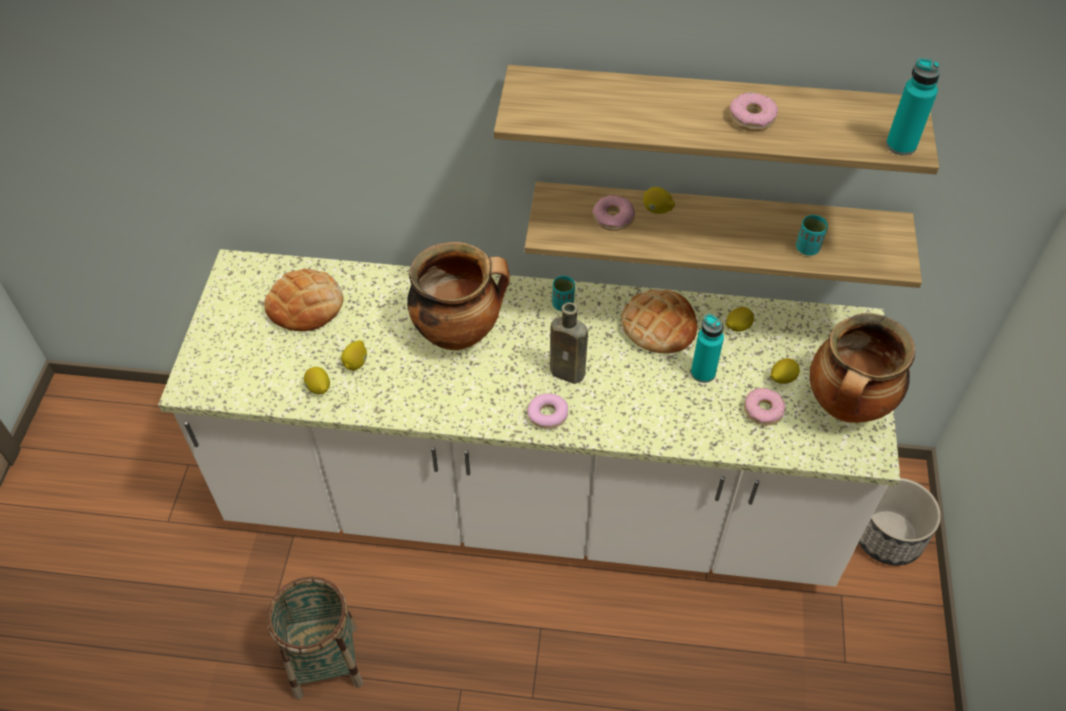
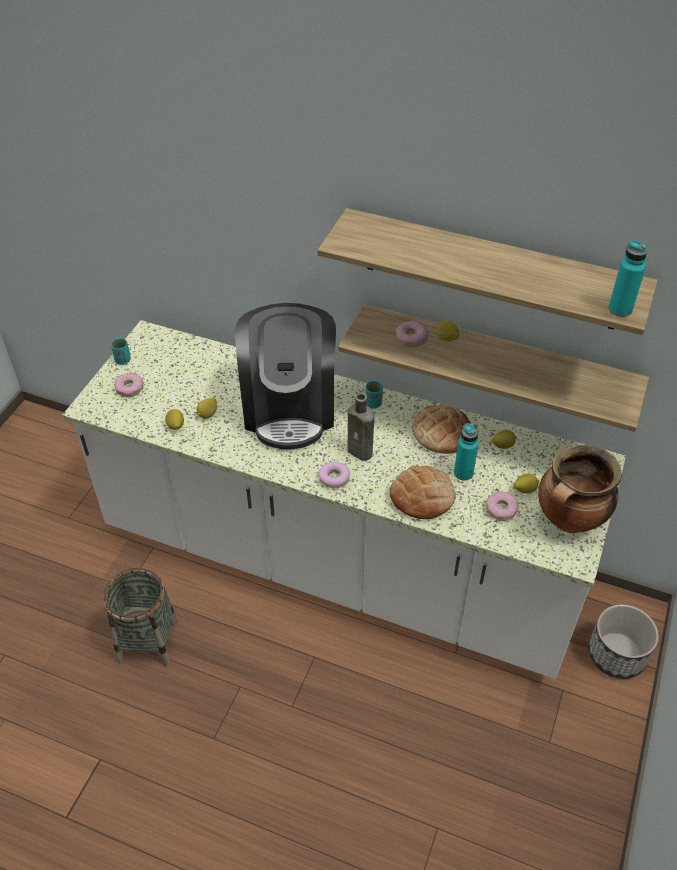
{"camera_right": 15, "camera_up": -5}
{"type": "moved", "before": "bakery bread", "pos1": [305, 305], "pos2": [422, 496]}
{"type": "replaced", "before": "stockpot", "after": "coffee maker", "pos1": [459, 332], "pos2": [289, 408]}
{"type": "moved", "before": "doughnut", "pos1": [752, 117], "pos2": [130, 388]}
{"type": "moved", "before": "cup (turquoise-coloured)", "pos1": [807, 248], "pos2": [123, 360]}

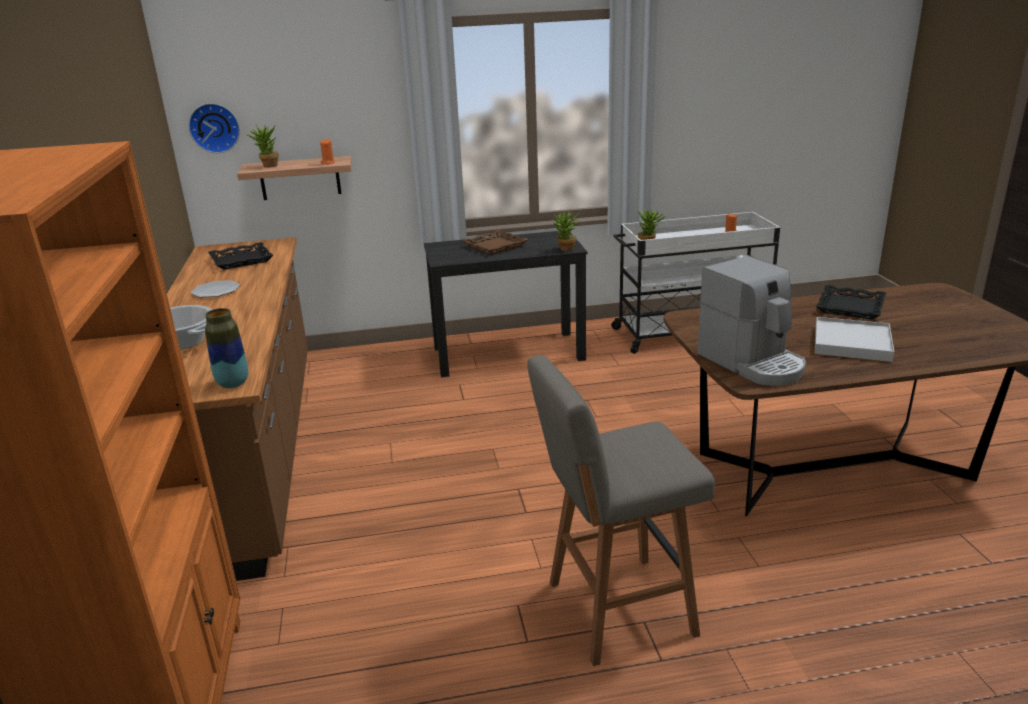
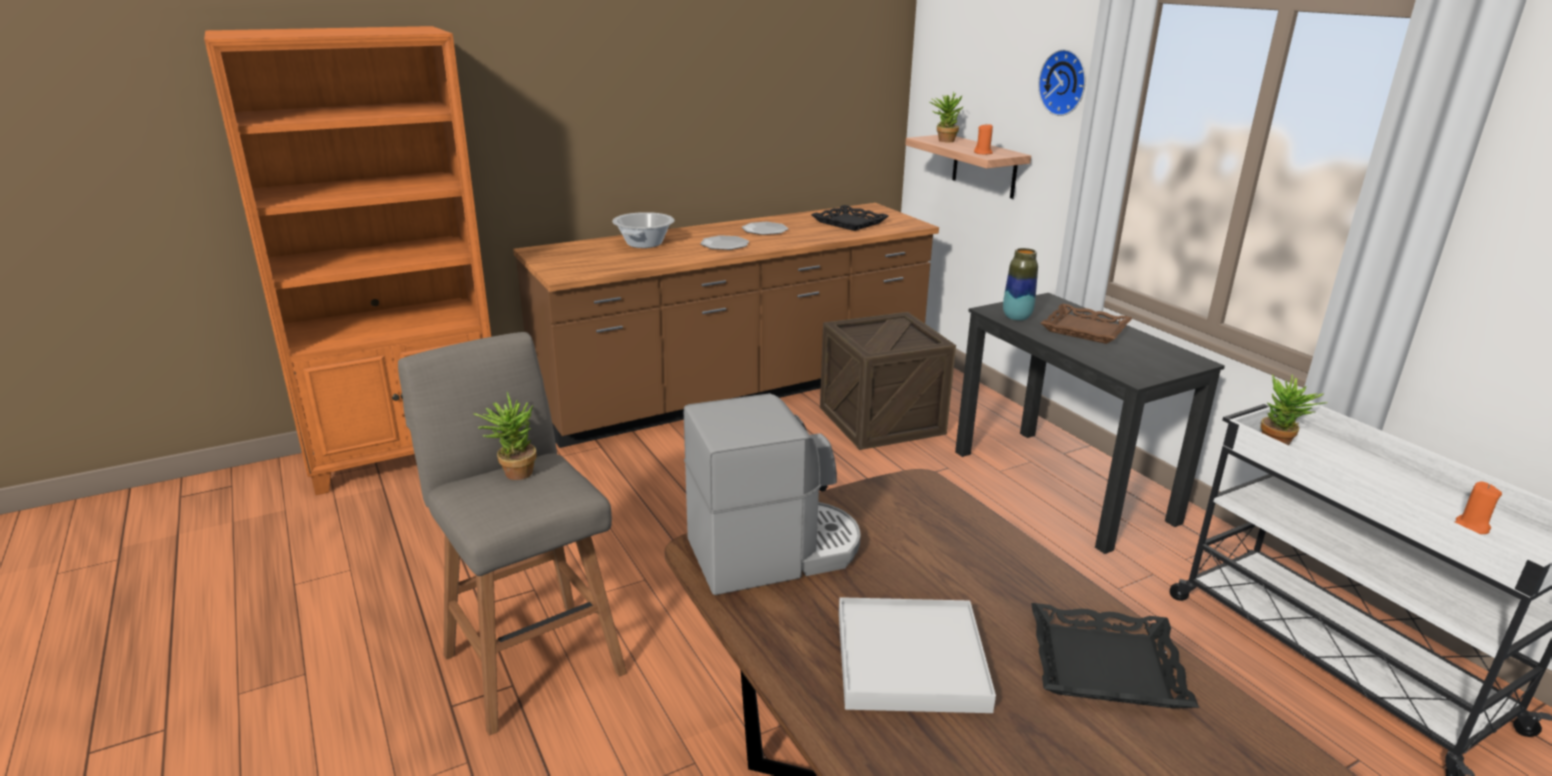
{"camera_right": 70, "camera_up": 0}
{"type": "moved", "before": "hanging clock", "pos1": [215, 127], "pos2": [1065, 82]}
{"type": "moved", "before": "flower vase", "pos1": [233, 383], "pos2": [1016, 317]}
{"type": "moved", "before": "houseplant", "pos1": [565, 250], "pos2": [513, 473]}
{"type": "turned", "before": "coffee maker", "pos1": [752, 363], "pos2": [774, 551], "turn": -150}
{"type": "added", "after": "plate", "pos2": [724, 244]}
{"type": "added", "after": "crate", "pos2": [881, 420]}

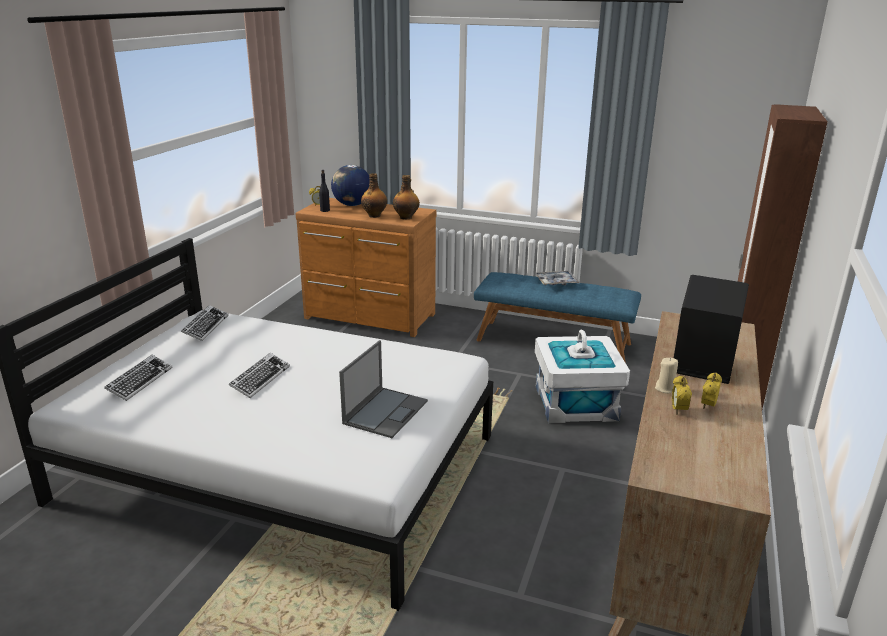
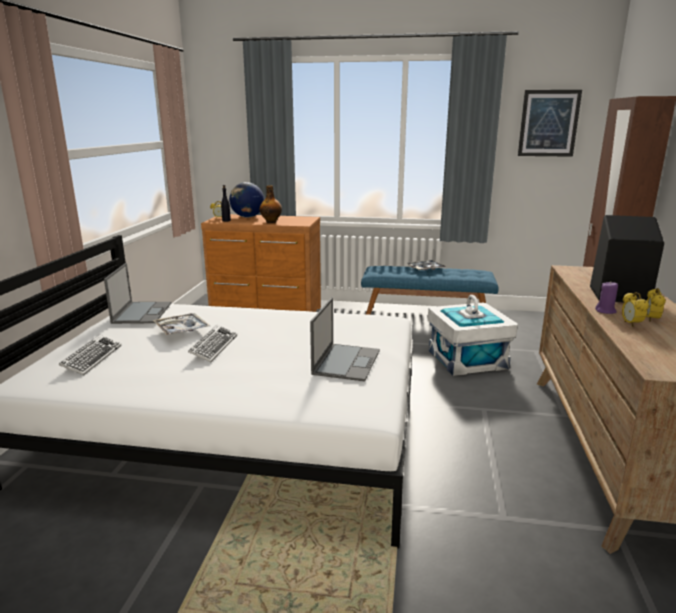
{"camera_right": -10, "camera_up": -5}
{"type": "replaced", "before": "computer keyboard", "after": "portable computer", "pos1": [205, 326], "pos2": [142, 312]}
{"type": "removed", "before": "bottle", "pos1": [406, 217]}
{"type": "recoloured", "before": "wax candle (beige-coloured)", "after": "wax candle (purplish)", "pos1": [666, 389], "pos2": [605, 311]}
{"type": "added", "after": "tray", "pos2": [182, 329]}
{"type": "added", "after": "picture", "pos2": [548, 123]}

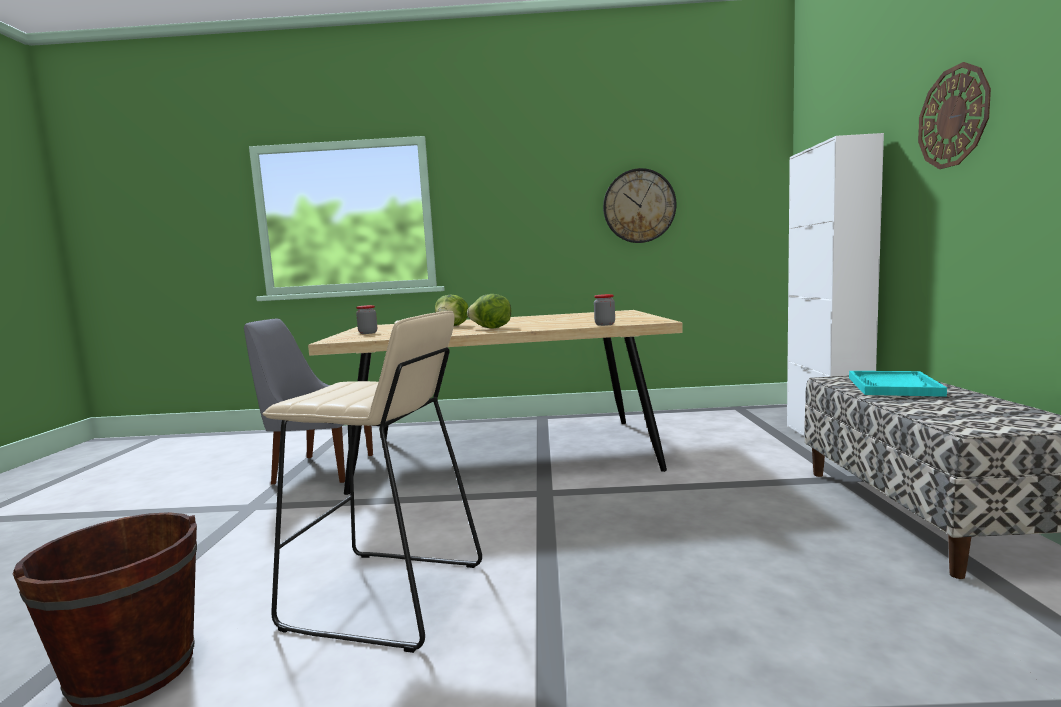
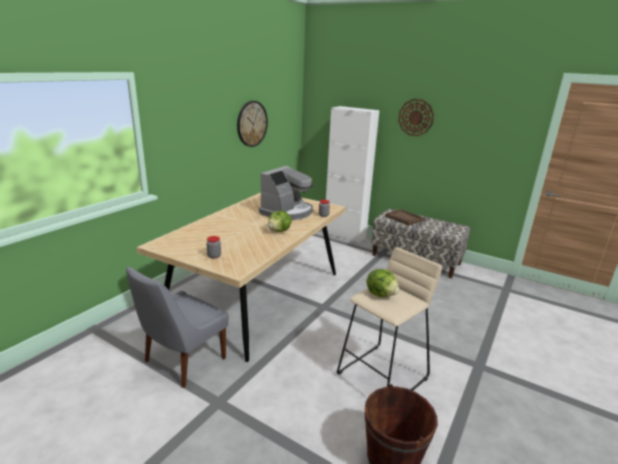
{"camera_right": -60, "camera_up": 15}
{"type": "moved", "before": "lettuce", "pos1": [452, 326], "pos2": [381, 294]}
{"type": "recoloured", "before": "tray (turquoise-coloured)", "after": "tray (brown-coloured)", "pos1": [893, 386], "pos2": [404, 218]}
{"type": "added", "after": "coffee maker", "pos2": [287, 212]}

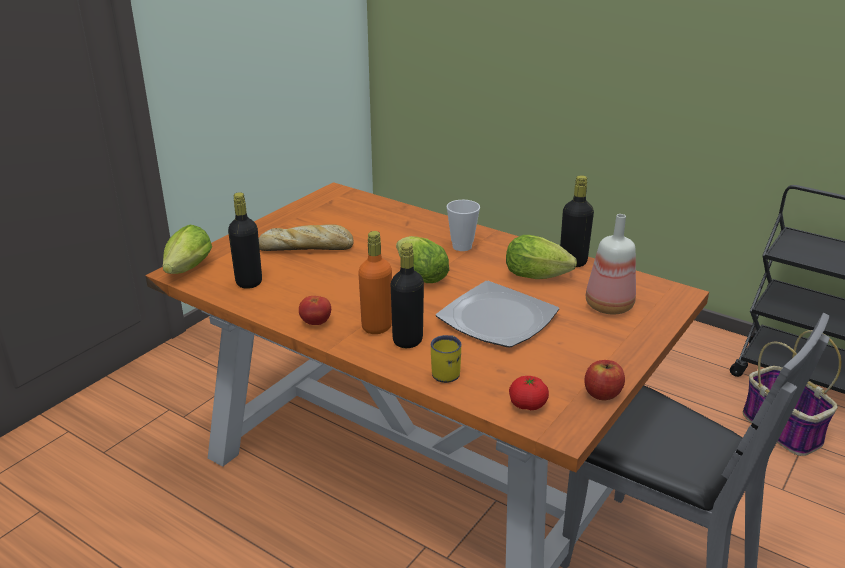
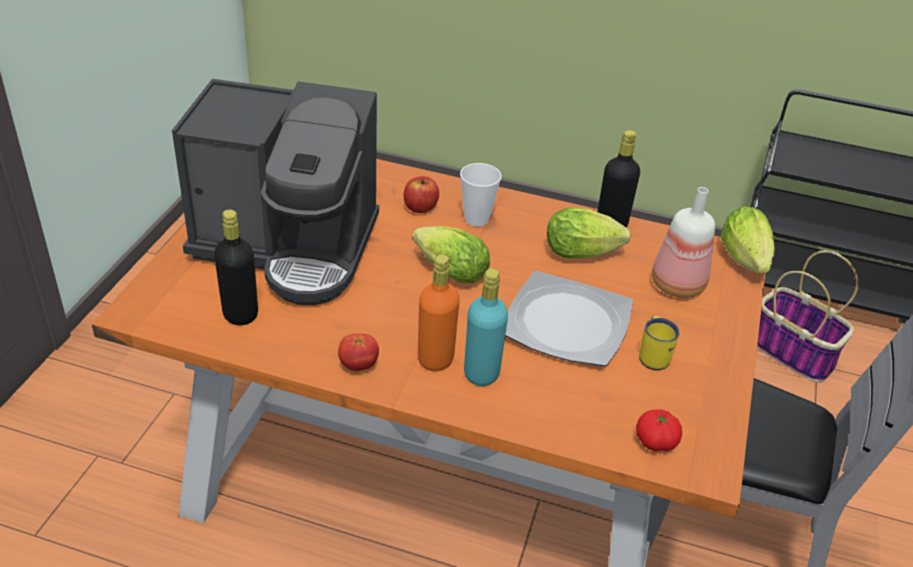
{"camera_right": -20, "camera_up": 10}
{"type": "moved", "before": "lettuce", "pos1": [186, 271], "pos2": [745, 262]}
{"type": "replaced", "before": "bakery bread", "after": "coffee maker", "pos1": [308, 247], "pos2": [289, 246]}
{"type": "recoloured", "before": "bottle (black)", "after": "bottle (turquoise-coloured)", "pos1": [407, 340], "pos2": [481, 373]}
{"type": "moved", "before": "tea mug (yellowish)", "pos1": [447, 371], "pos2": [653, 355]}
{"type": "moved", "before": "apple", "pos1": [602, 394], "pos2": [420, 207]}

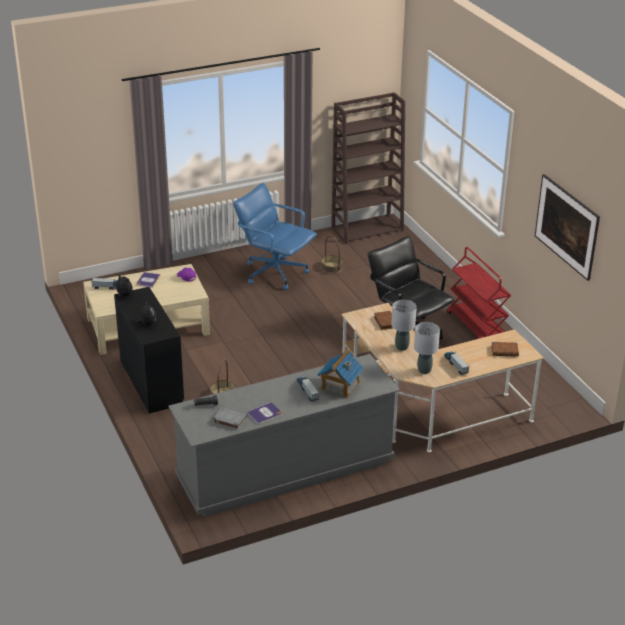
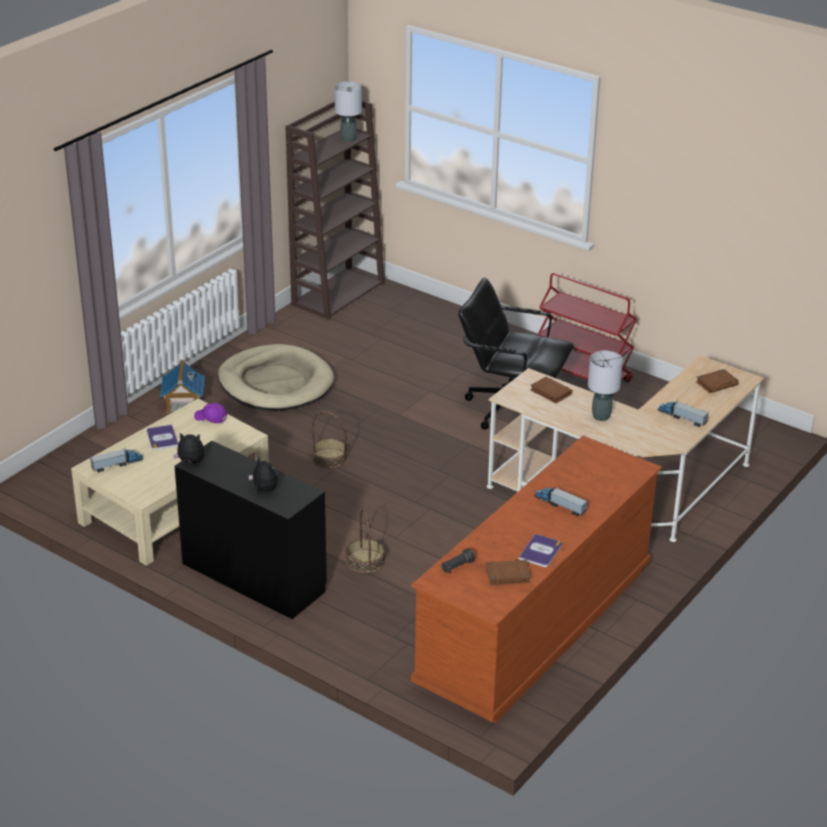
{"camera_right": -30, "camera_up": 0}
{"type": "recoloured", "before": "dresser (grey)", "after": "dresser (brown-coloured)", "pos1": [285, 470], "pos2": [534, 626]}
{"type": "recoloured", "before": "book (grey)", "after": "book (brown-coloured)", "pos1": [229, 420], "pos2": [507, 575]}
{"type": "replaced", "before": "office chair (bluish)", "after": "dog bed (beige-coloured)", "pos1": [275, 273], "pos2": [275, 383]}
{"type": "moved", "before": "miniature house", "pos1": [340, 386], "pos2": [183, 404]}
{"type": "moved", "before": "basket", "pos1": [332, 267], "pos2": [329, 458]}
{"type": "moved", "before": "tabletop lamp (grey)", "pos1": [424, 370], "pos2": [348, 139]}
{"type": "removed", "before": "picture", "pos1": [564, 242]}

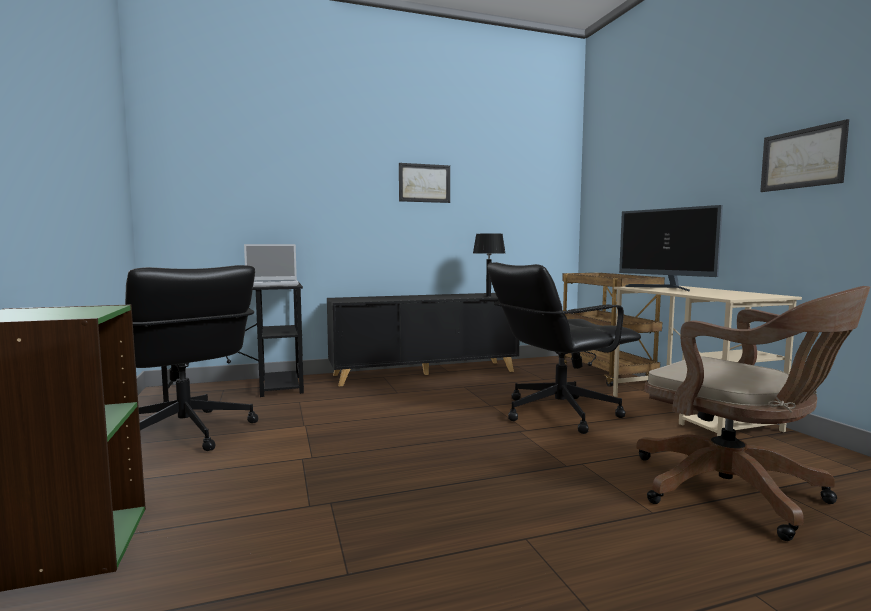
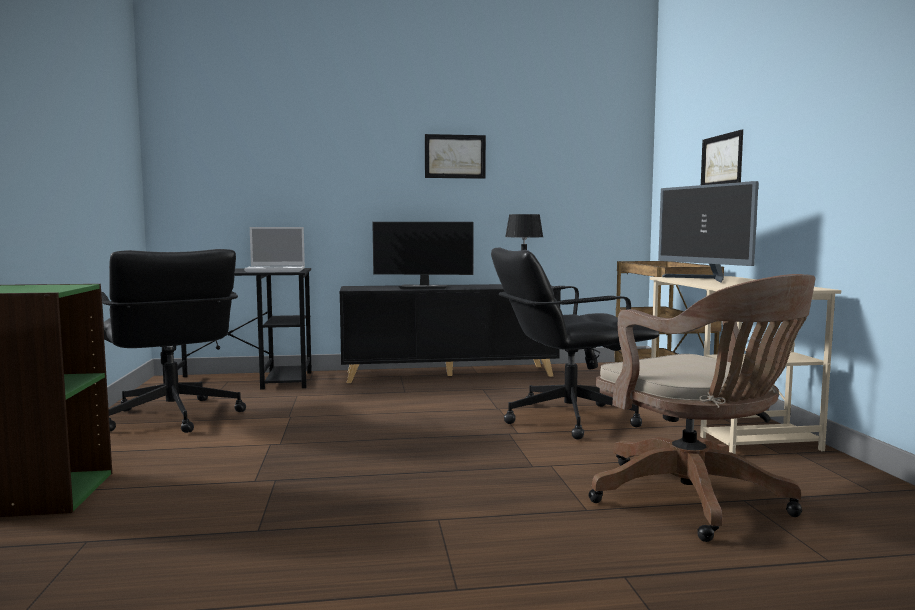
{"camera_right": 10, "camera_up": 0}
{"type": "moved", "before": "picture", "pos1": [802, 158], "pos2": [721, 160]}
{"type": "added", "after": "monitor", "pos2": [425, 287]}

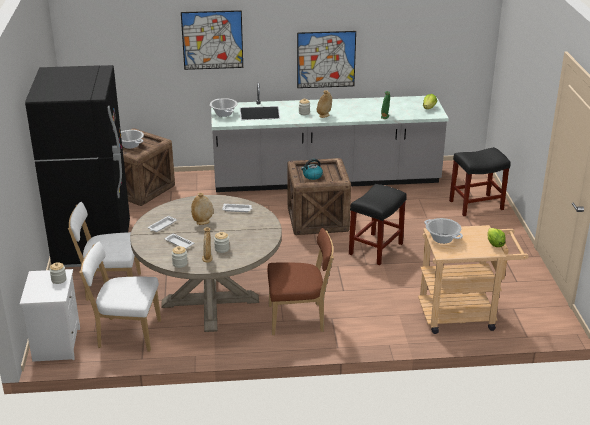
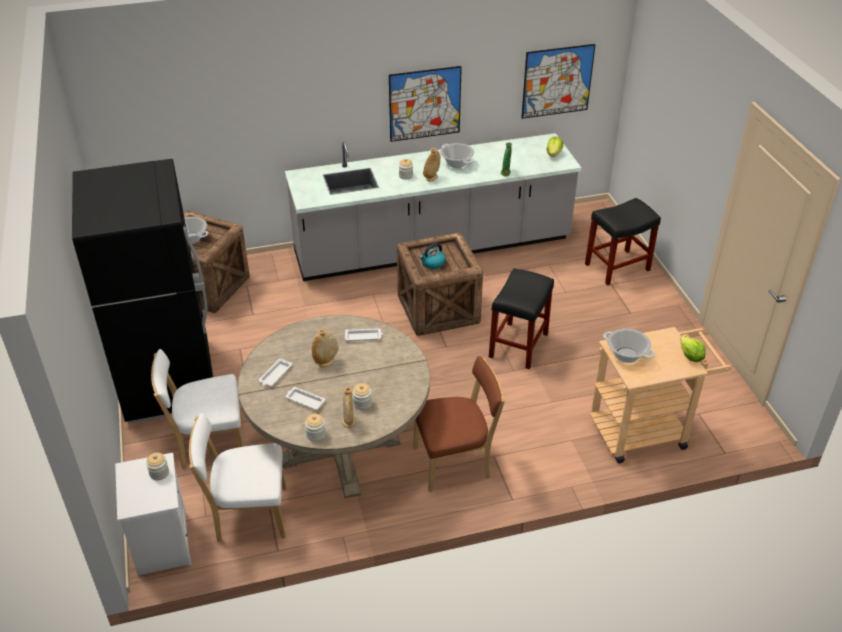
{"camera_right": -10, "camera_up": 10}
{"type": "moved", "before": "picture", "pos1": [212, 40], "pos2": [557, 81]}
{"type": "moved", "before": "stockpot", "pos1": [224, 113], "pos2": [457, 163]}

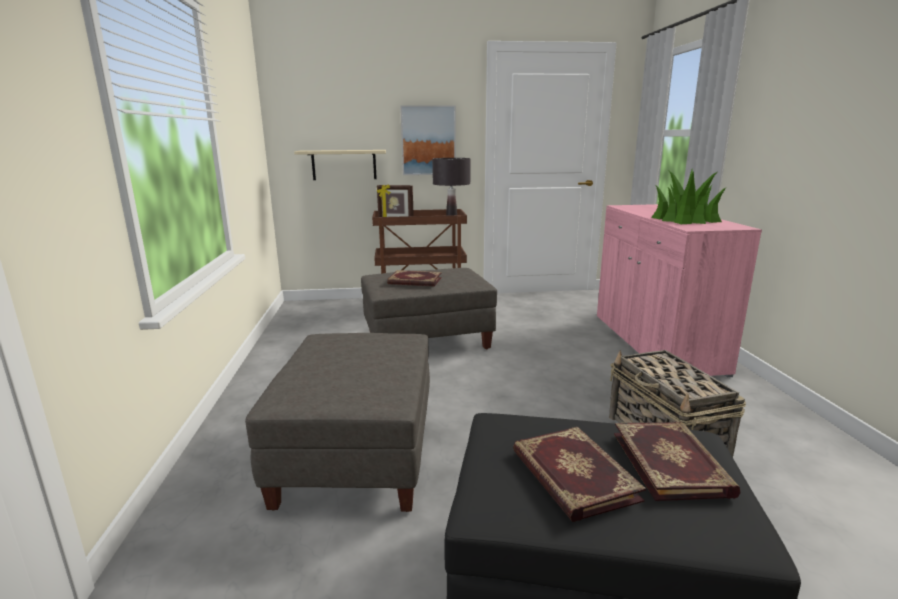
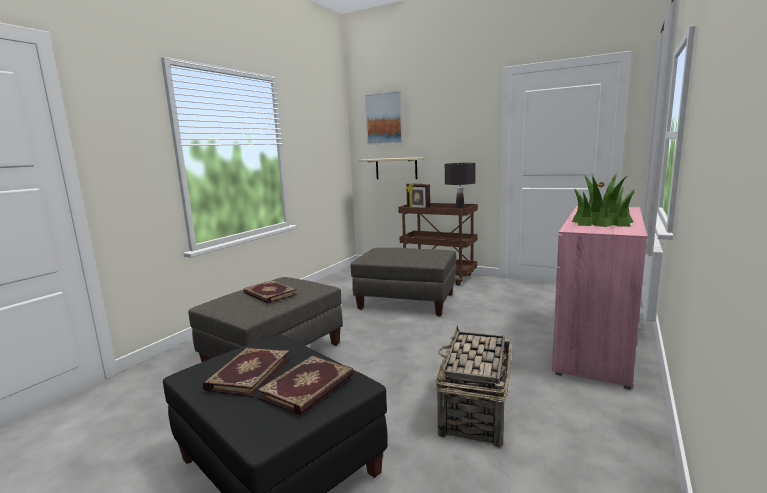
{"camera_right": 35, "camera_up": -5}
{"type": "moved", "before": "book", "pos1": [415, 281], "pos2": [269, 294]}
{"type": "moved", "before": "picture", "pos1": [428, 140], "pos2": [384, 118]}

